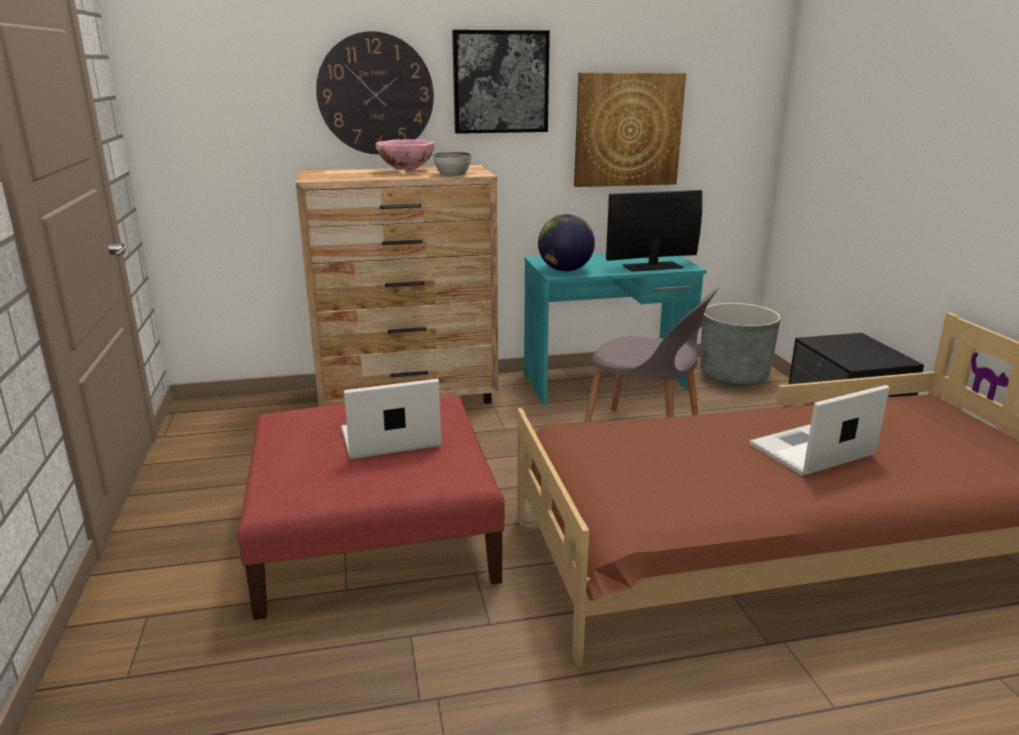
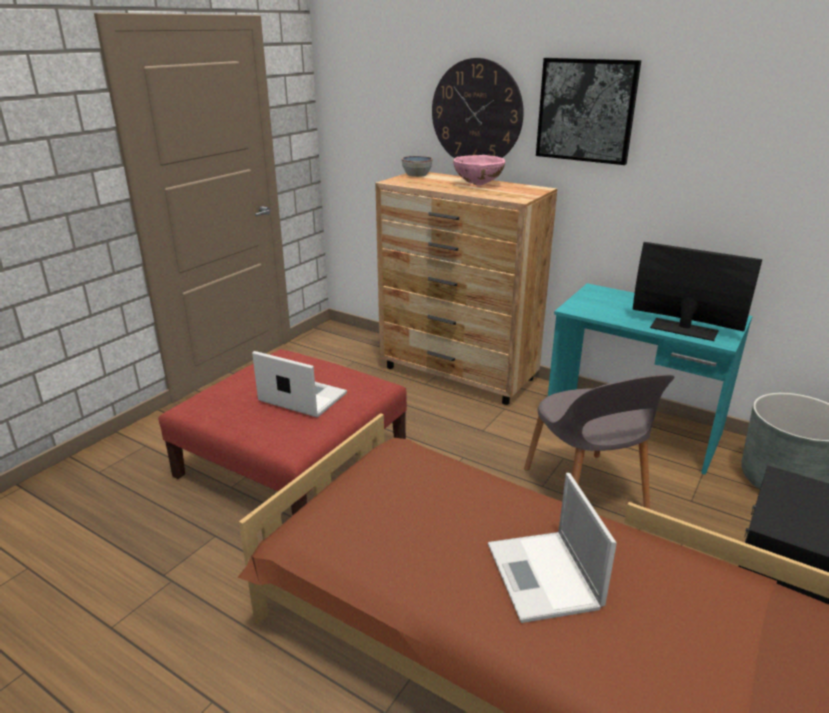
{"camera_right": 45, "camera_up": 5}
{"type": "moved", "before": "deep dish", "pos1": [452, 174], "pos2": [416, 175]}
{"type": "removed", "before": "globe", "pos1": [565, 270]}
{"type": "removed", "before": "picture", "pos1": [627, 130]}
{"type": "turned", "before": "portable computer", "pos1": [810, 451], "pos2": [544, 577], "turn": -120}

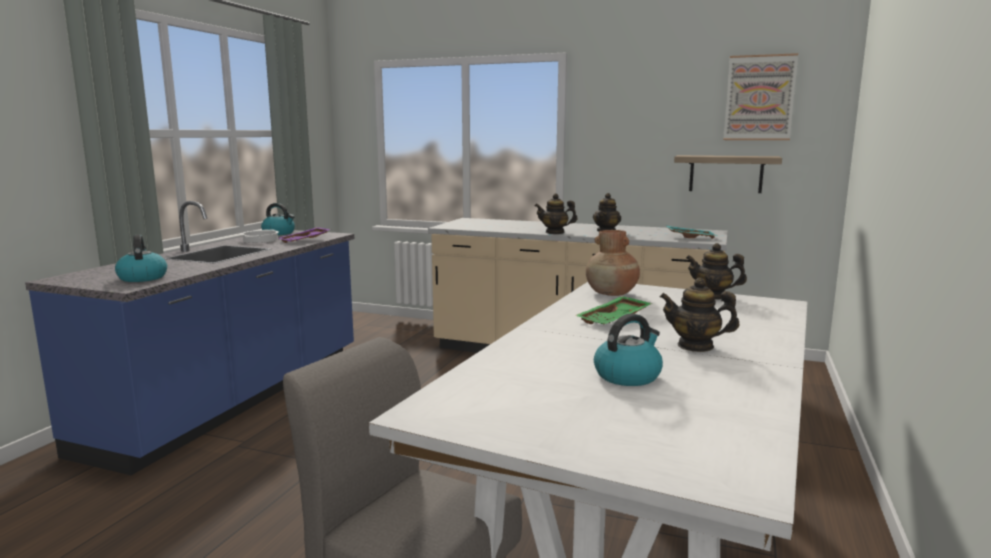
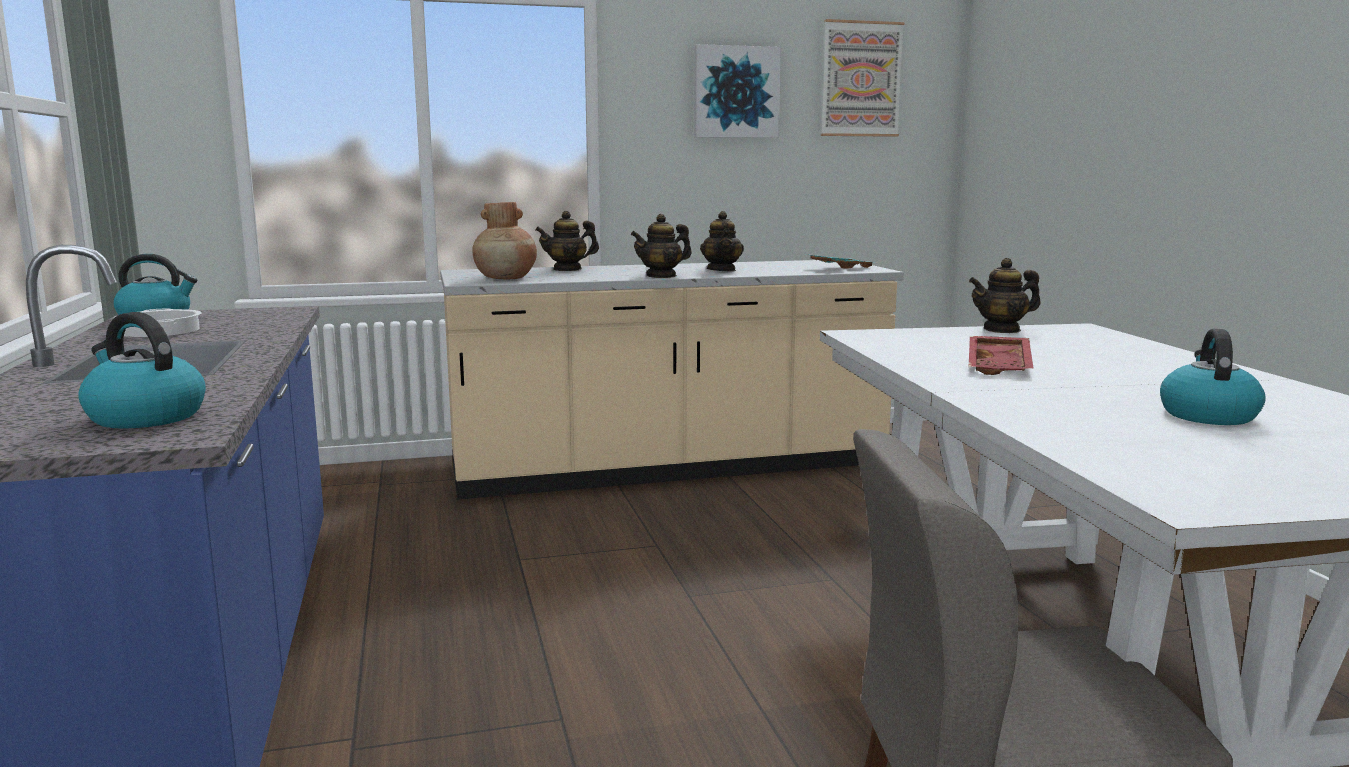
{"camera_right": -35, "camera_up": 0}
{"type": "removed", "before": "tray (purplish)", "pos1": [305, 241]}
{"type": "recoloured", "before": "tray (green)", "after": "tray (red)", "pos1": [614, 320], "pos2": [1001, 366]}
{"type": "moved", "before": "flower vase (brown-coloured)", "pos1": [611, 293], "pos2": [506, 278]}
{"type": "moved", "before": "pot for tea", "pos1": [695, 346], "pos2": [568, 269]}
{"type": "removed", "before": "wall shelf", "pos1": [726, 174]}
{"type": "added", "after": "picture", "pos2": [736, 92]}

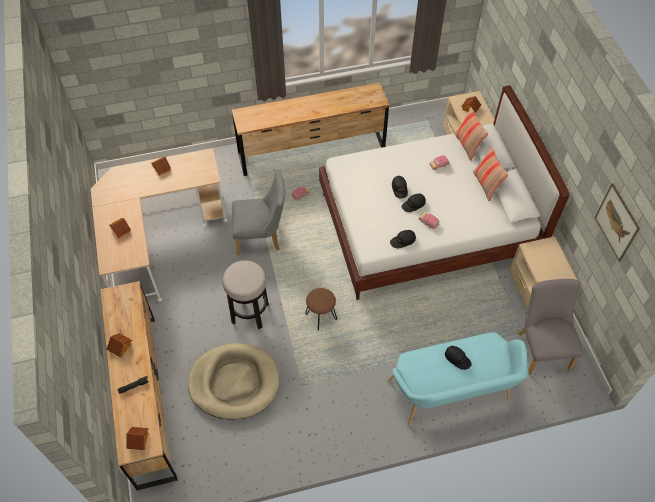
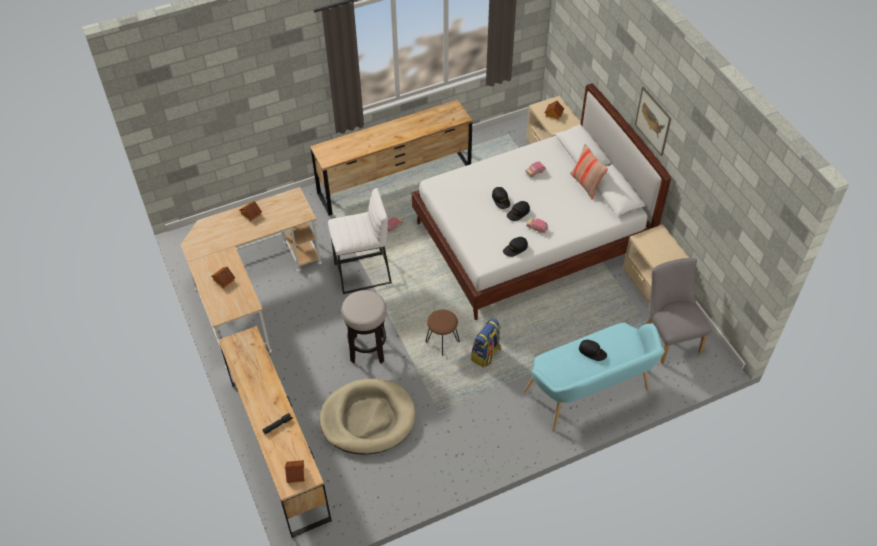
{"camera_right": -10, "camera_up": -5}
{"type": "removed", "before": "miniature house", "pos1": [120, 347]}
{"type": "replaced", "before": "chair (grey)", "after": "stool seat (white-coloured)", "pos1": [262, 237], "pos2": [362, 274]}
{"type": "removed", "before": "cushion", "pos1": [467, 145]}
{"type": "moved", "before": "picture", "pos1": [616, 222], "pos2": [653, 121]}
{"type": "added", "after": "knapsack", "pos2": [486, 355]}

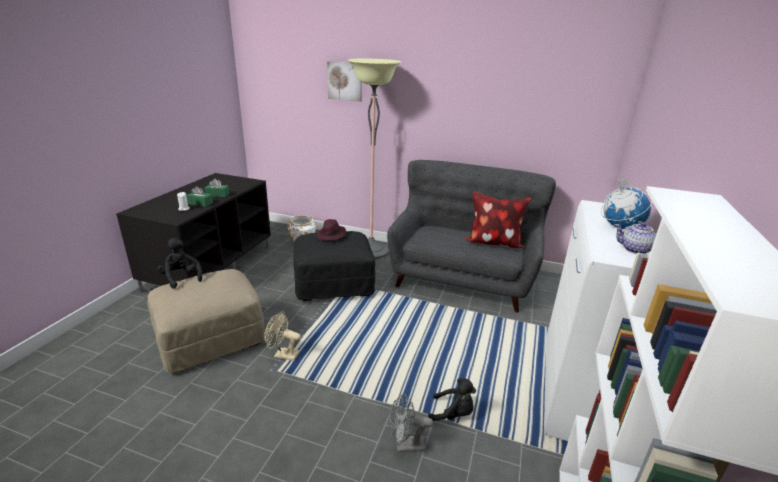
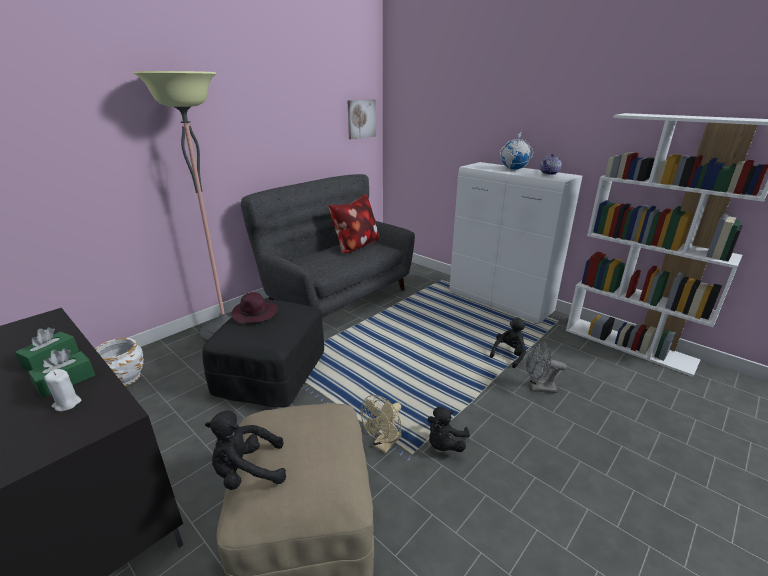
{"camera_right": -65, "camera_up": 0}
{"type": "moved", "before": "picture", "pos1": [345, 81], "pos2": [361, 119]}
{"type": "turned", "before": "cooling fan (grey)", "pos1": [405, 445], "pos2": [538, 388], "turn": 75}
{"type": "added", "after": "cuddly toy (black)", "pos2": [444, 445]}

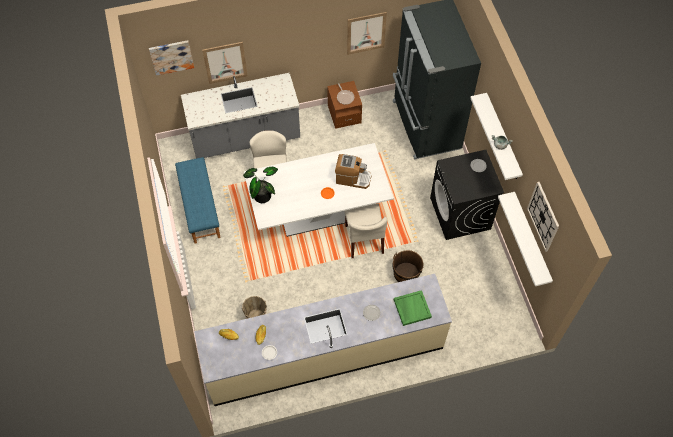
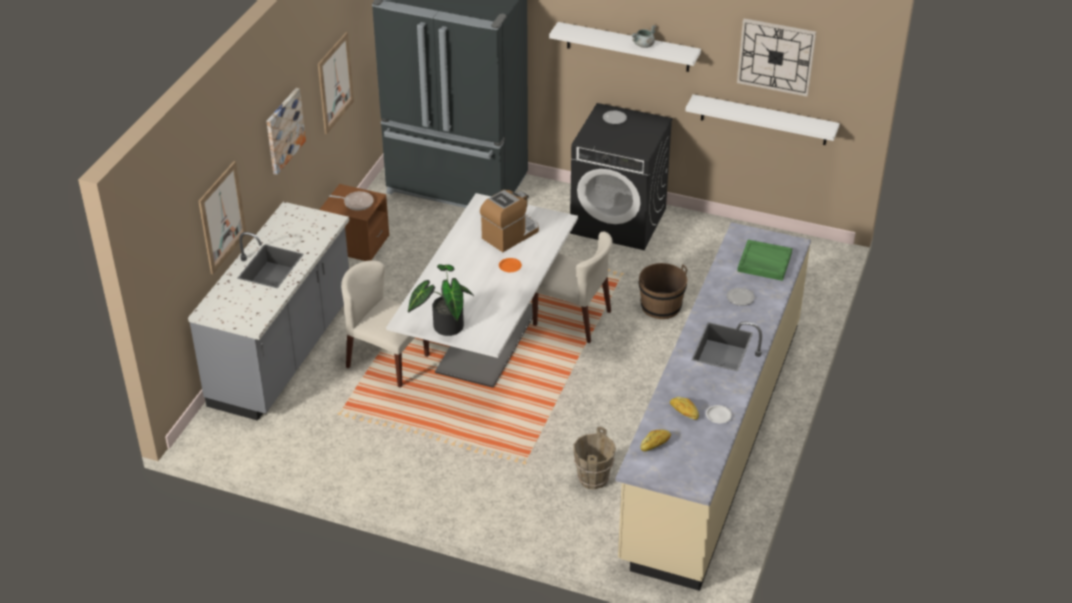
{"camera_right": -55, "camera_up": -20}
{"type": "moved", "before": "picture", "pos1": [171, 57], "pos2": [284, 130]}
{"type": "removed", "before": "indoor bench (bluish)", "pos1": [200, 207]}

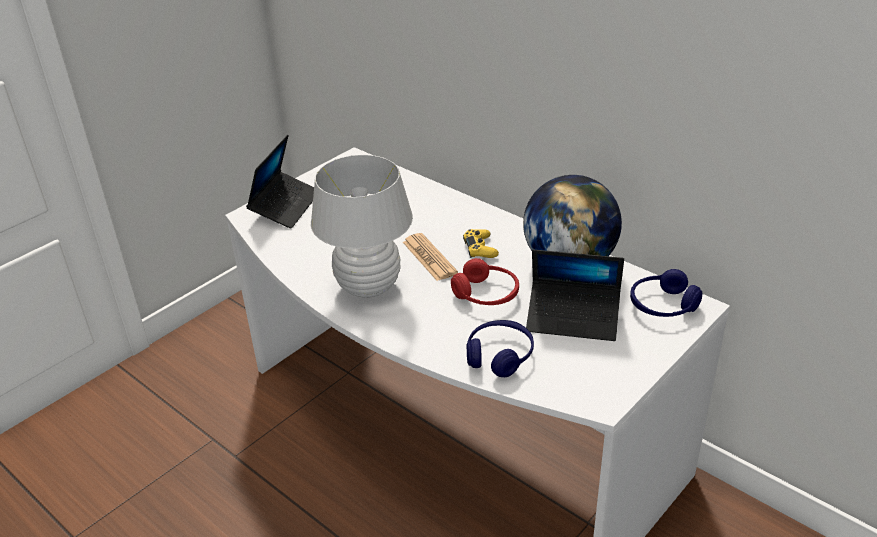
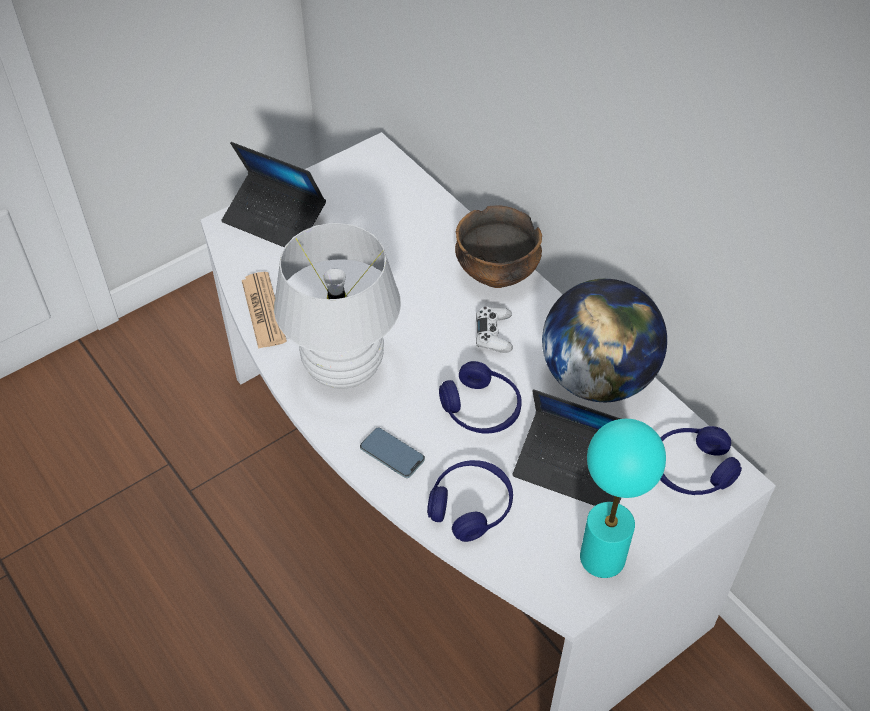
{"camera_right": 10, "camera_up": 15}
{"type": "turned", "before": "portable computer", "pos1": [285, 206], "pos2": [275, 219], "turn": 90}
{"type": "moved", "before": "newspaper", "pos1": [429, 258], "pos2": [263, 311]}
{"type": "recoloured", "before": "pair of headphones (red)", "after": "pair of headphones (bluish)", "pos1": [486, 294], "pos2": [481, 409]}
{"type": "recoloured", "before": "gamepad (yellowish)", "after": "gamepad (white-coloured)", "pos1": [480, 249], "pos2": [493, 334]}
{"type": "added", "after": "handset", "pos2": [392, 454]}
{"type": "added", "after": "deep dish", "pos2": [497, 273]}
{"type": "added", "after": "tabletop lamp (turquoise-coloured)", "pos2": [603, 558]}

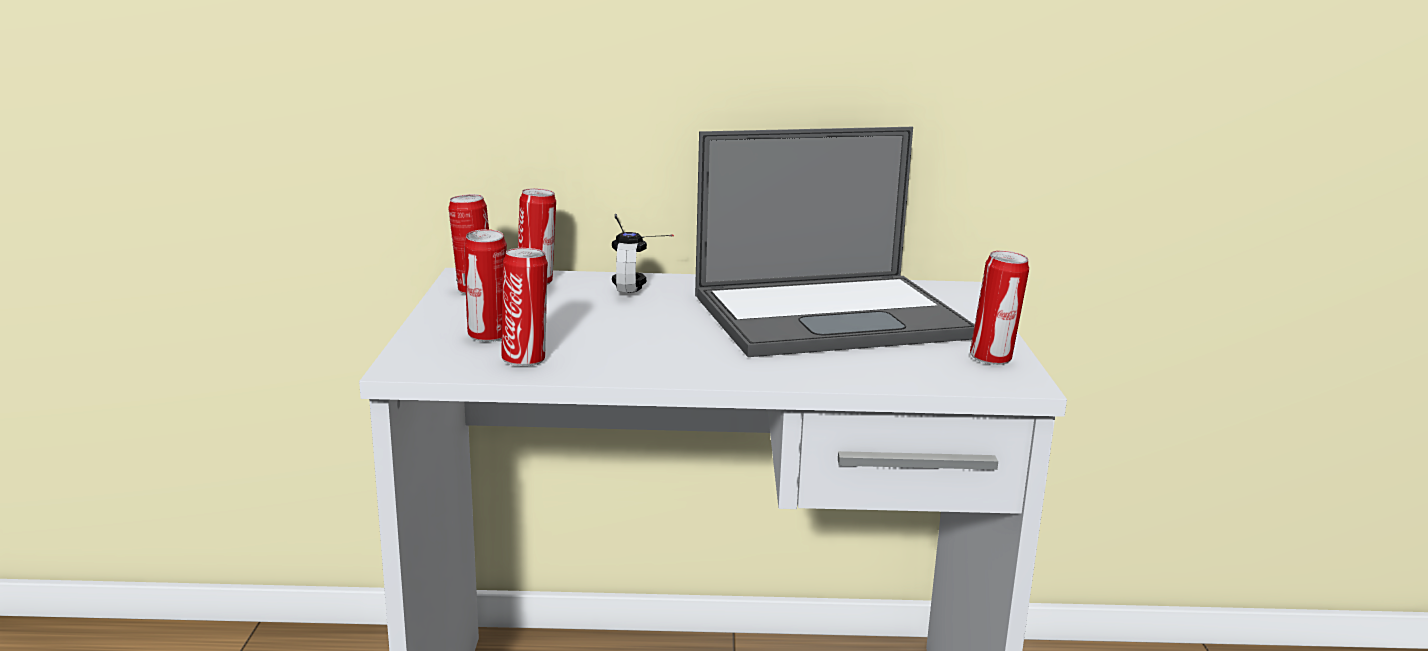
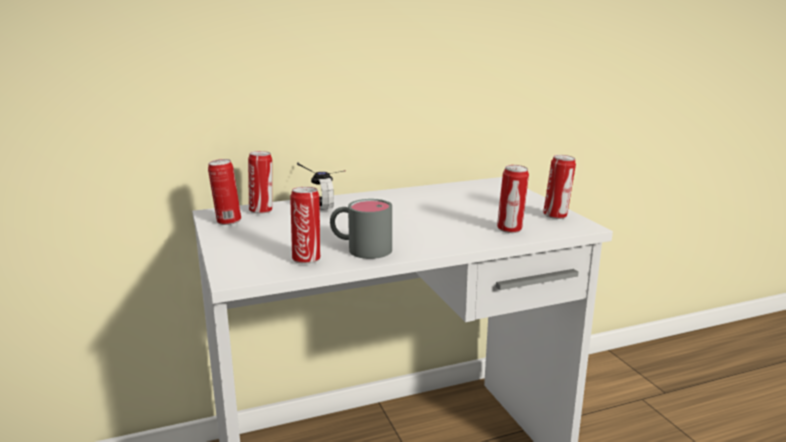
{"camera_right": -20, "camera_up": 0}
{"type": "moved", "before": "sealed can", "pos1": [488, 336], "pos2": [510, 229]}
{"type": "removed", "before": "portable computer", "pos1": [832, 315]}
{"type": "added", "after": "tea mug (grey)", "pos2": [360, 249]}

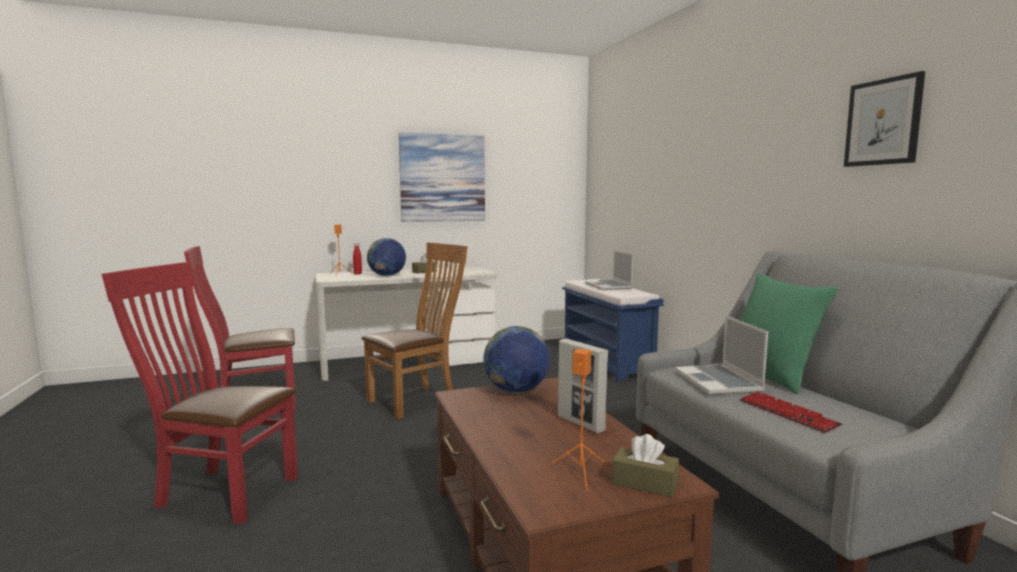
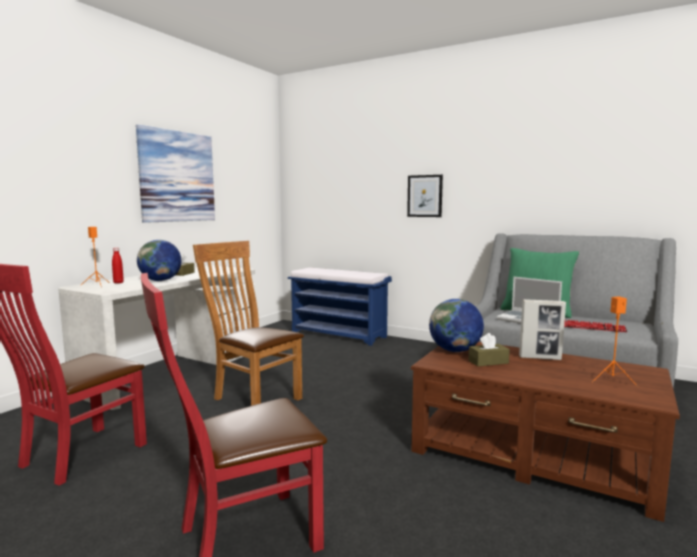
{"camera_right": -40, "camera_up": 0}
{"type": "turned", "before": "chair (brown-coloured)", "pos1": [416, 400], "pos2": [253, 398], "turn": -60}
{"type": "removed", "before": "portable computer", "pos1": [609, 286]}
{"type": "moved", "before": "tissue holder (brown-coloured)", "pos1": [644, 483], "pos2": [488, 362]}
{"type": "moved", "before": "picture", "pos1": [883, 122], "pos2": [425, 196]}

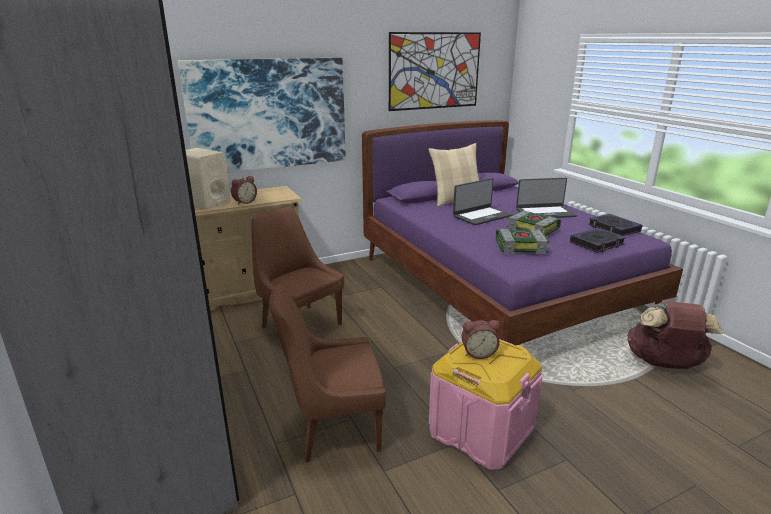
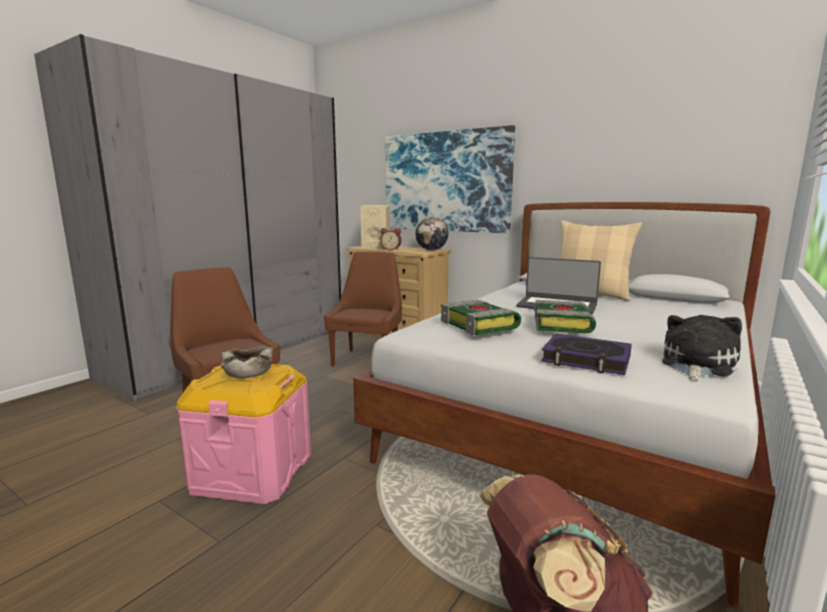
{"camera_right": 60, "camera_up": -10}
{"type": "recoloured", "before": "sleeping bed (purplish)", "after": "sleeping bed (white-coloured)", "pos1": [497, 287], "pos2": [580, 423]}
{"type": "removed", "before": "picture", "pos1": [434, 71]}
{"type": "replaced", "before": "bedside clock", "after": "deep dish (beige-coloured)", "pos1": [478, 353], "pos2": [247, 371]}
{"type": "removed", "before": "portable computer", "pos1": [545, 213]}
{"type": "replaced", "before": "book", "after": "cuddly toy", "pos1": [613, 228], "pos2": [696, 365]}
{"type": "added", "after": "globe", "pos2": [431, 250]}

